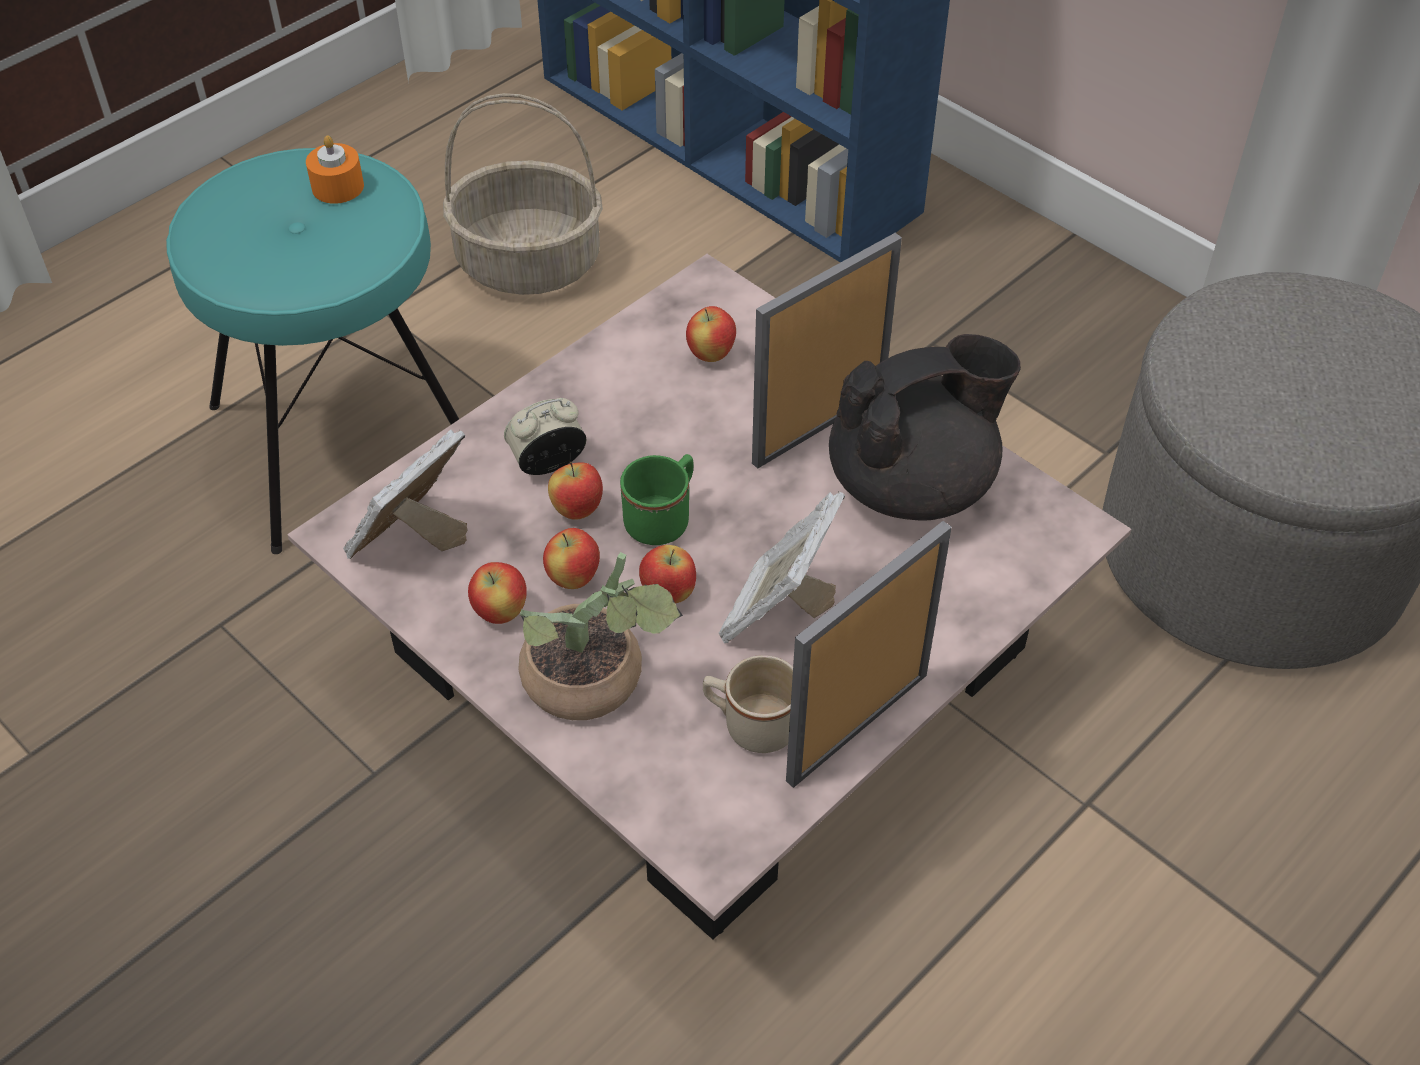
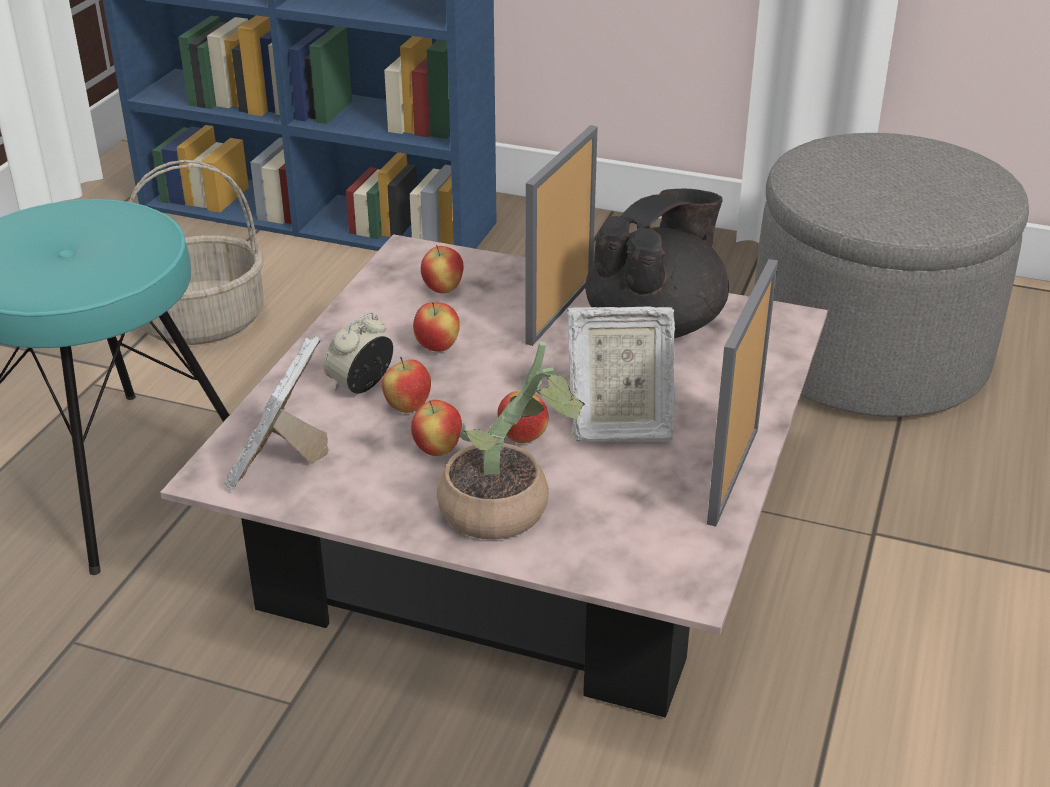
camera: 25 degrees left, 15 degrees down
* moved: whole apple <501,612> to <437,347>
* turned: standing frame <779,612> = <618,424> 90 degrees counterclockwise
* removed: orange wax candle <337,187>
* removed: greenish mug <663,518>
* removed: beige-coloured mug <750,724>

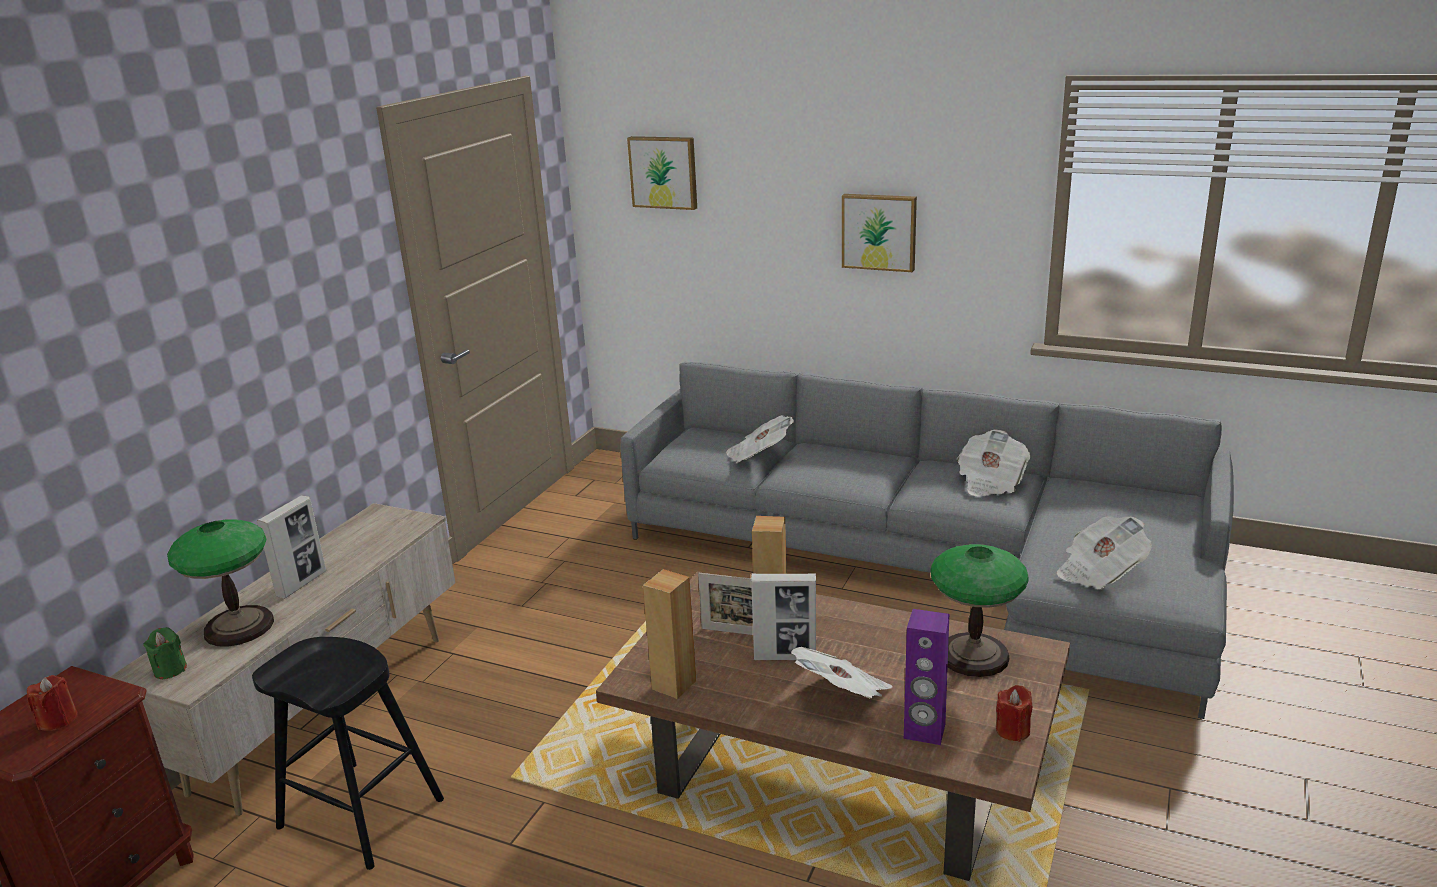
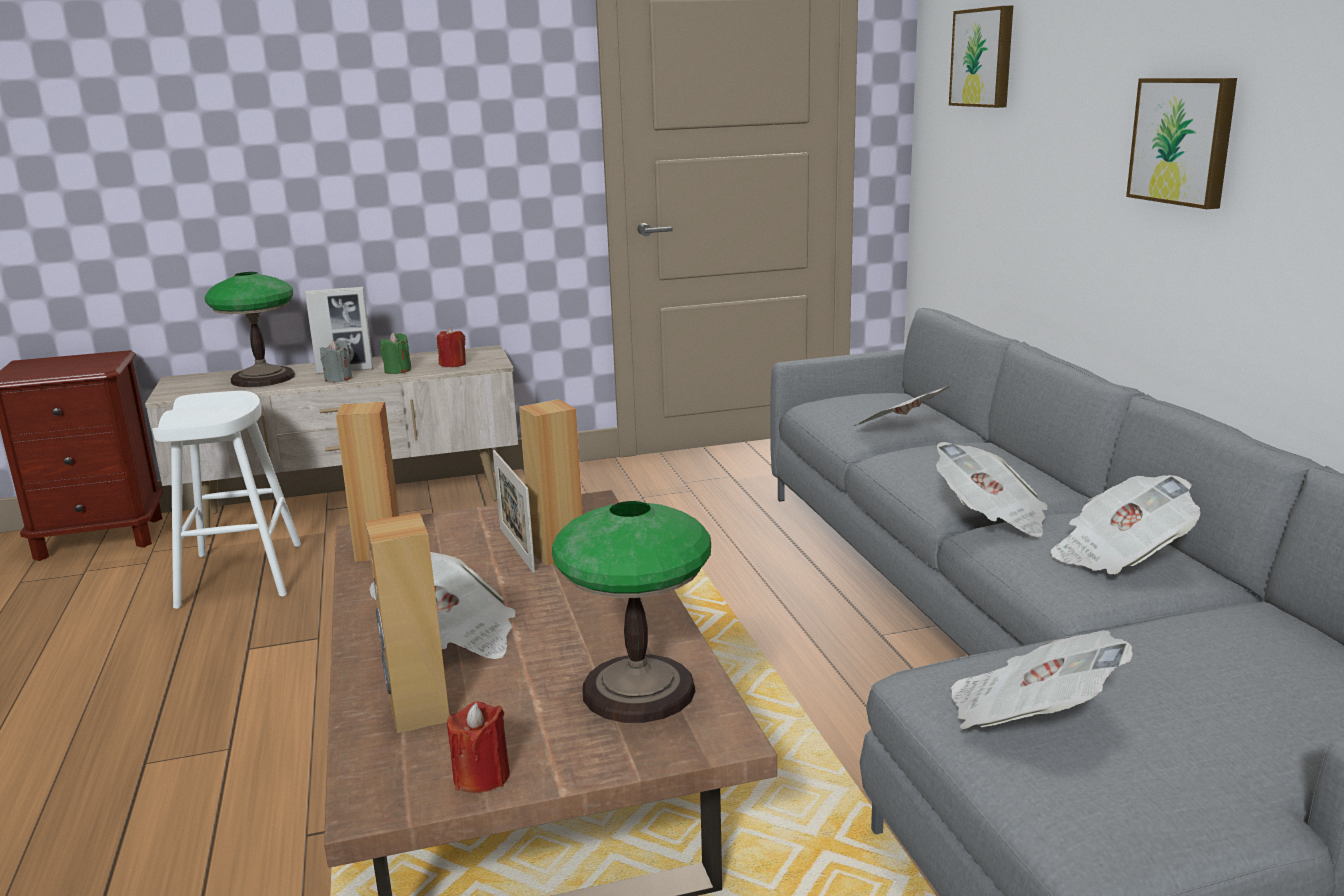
camera: 50 degrees right, 5 degrees down
* recoloured: black stool seat <360,813> to white-coloured stool seat <241,574>
* added: grey wax candle <338,379>
* recoloured: purple audio speaker <924,731> to brown audio speaker <418,712>
* moved: greenish wax candle <170,670> to <397,371>
* moved: red-coloured wax candle <58,720> to <453,364>
* added: daily paper <991,518>
* removed: standing frame <785,657>

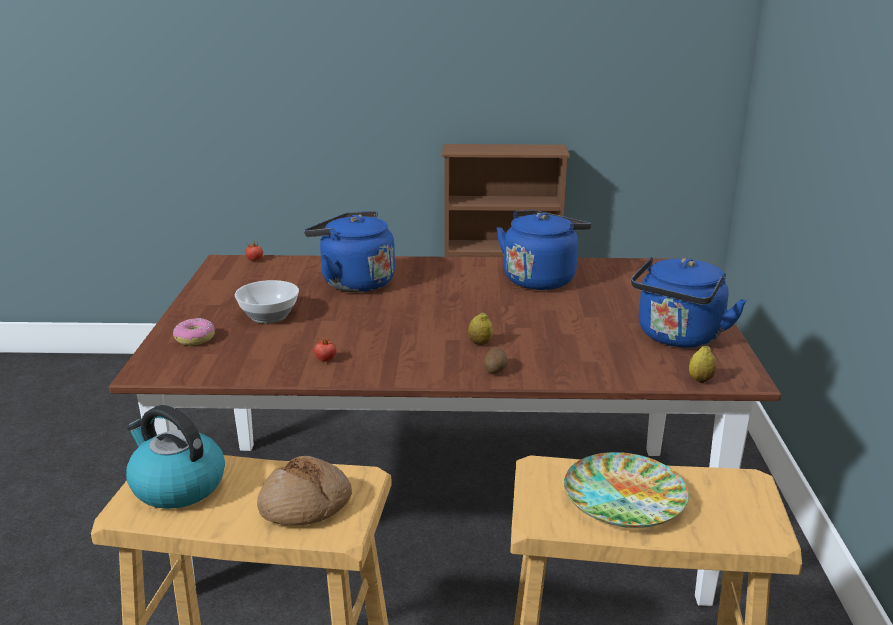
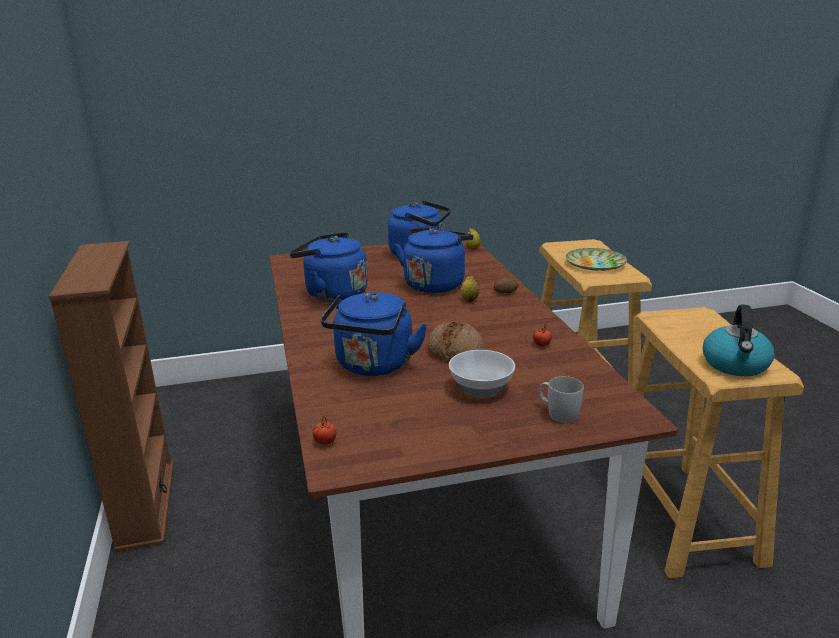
camera: 105 degrees left, 0 degrees up
* added: blue-coloured kettle <435,284>
* moved: baked bread <305,505> to <455,351>
* replaced: doughnut <195,338> to white-coloured mug <557,413>

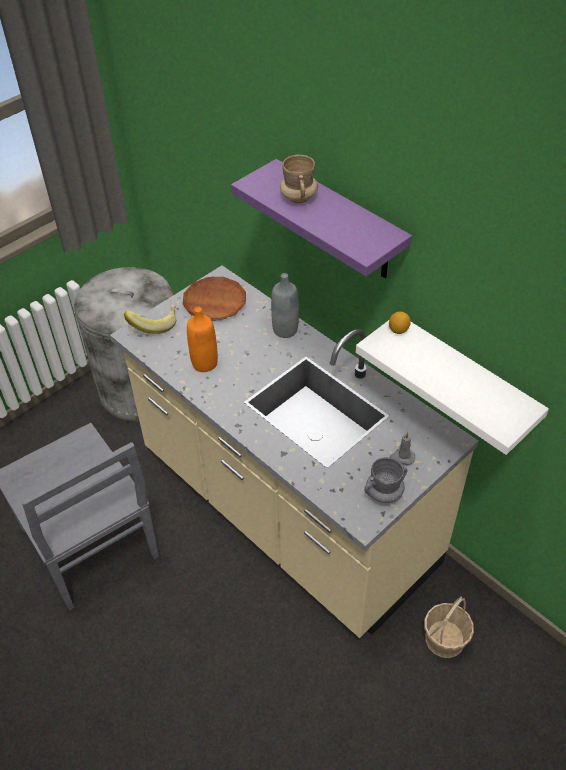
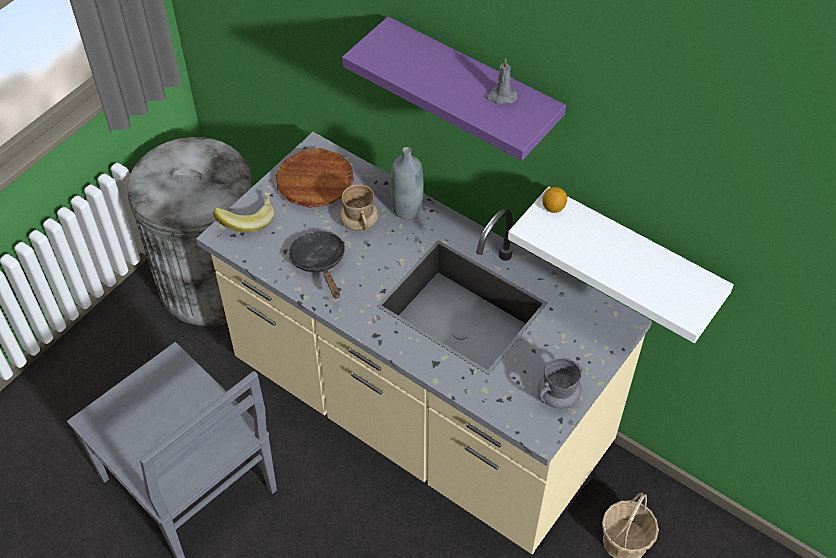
camera: 10 degrees left, 5 degrees up
* replaced: orange beverage bottle <204,363> to black pan <320,262>
* moved: beige-coloured mug <299,198> to <360,223>
* moved: grey wax candle <402,457> to <501,96>

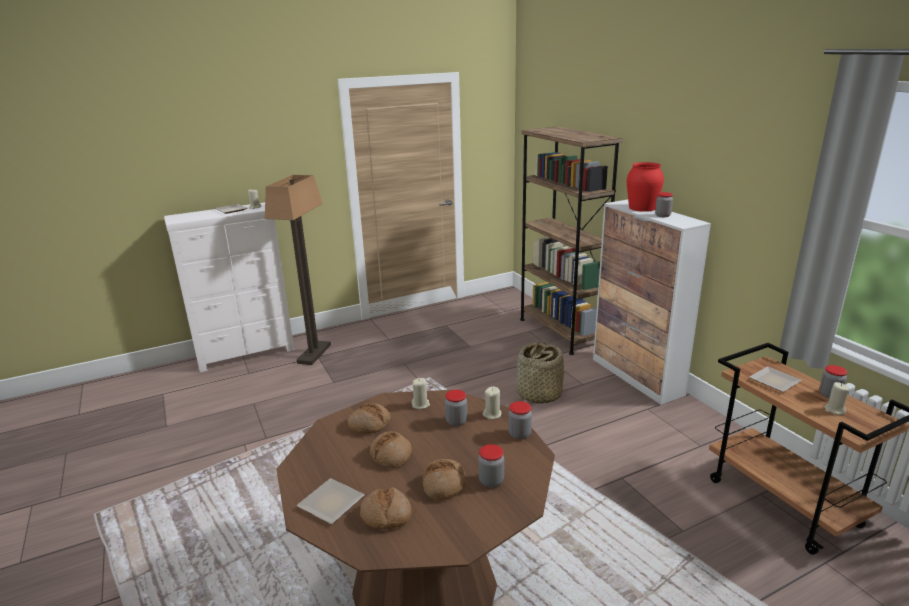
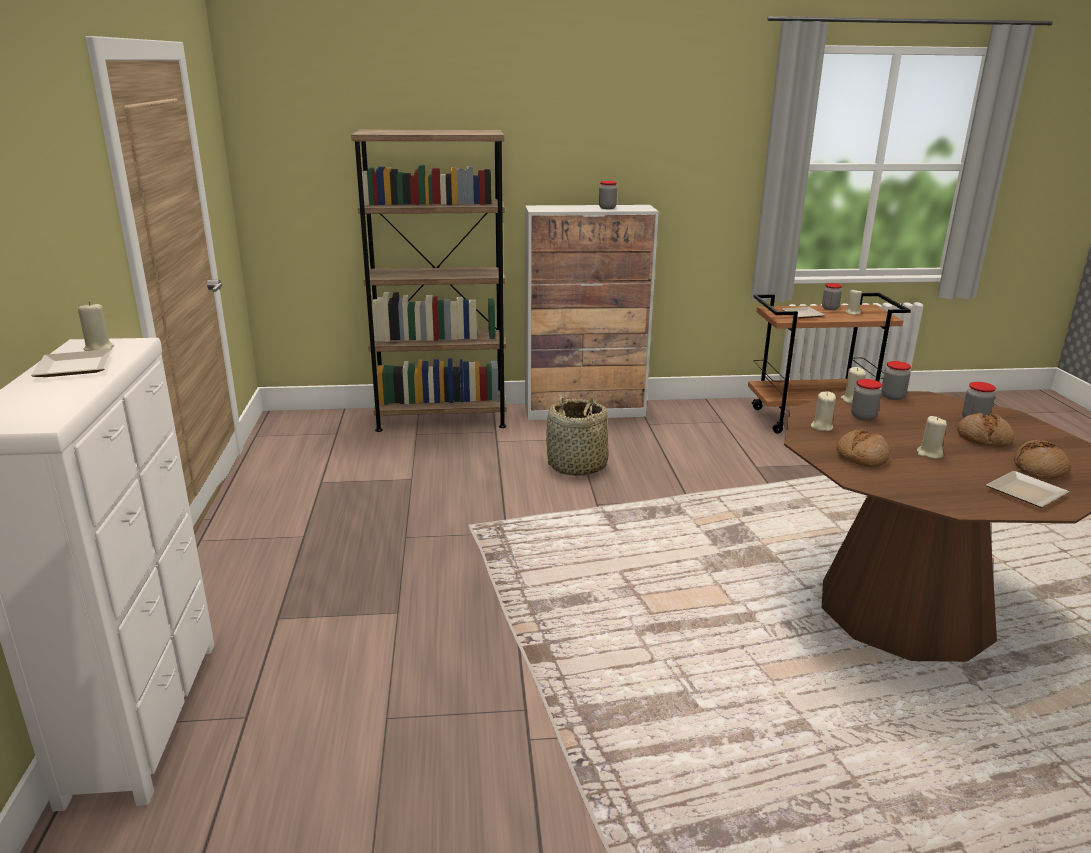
camera: 70 degrees left, 0 degrees up
* replaced: baked bread <391,455> to beige-coloured wax candle <929,454>
* removed: floor lamp <314,354>
* removed: red-coloured vase <642,208>

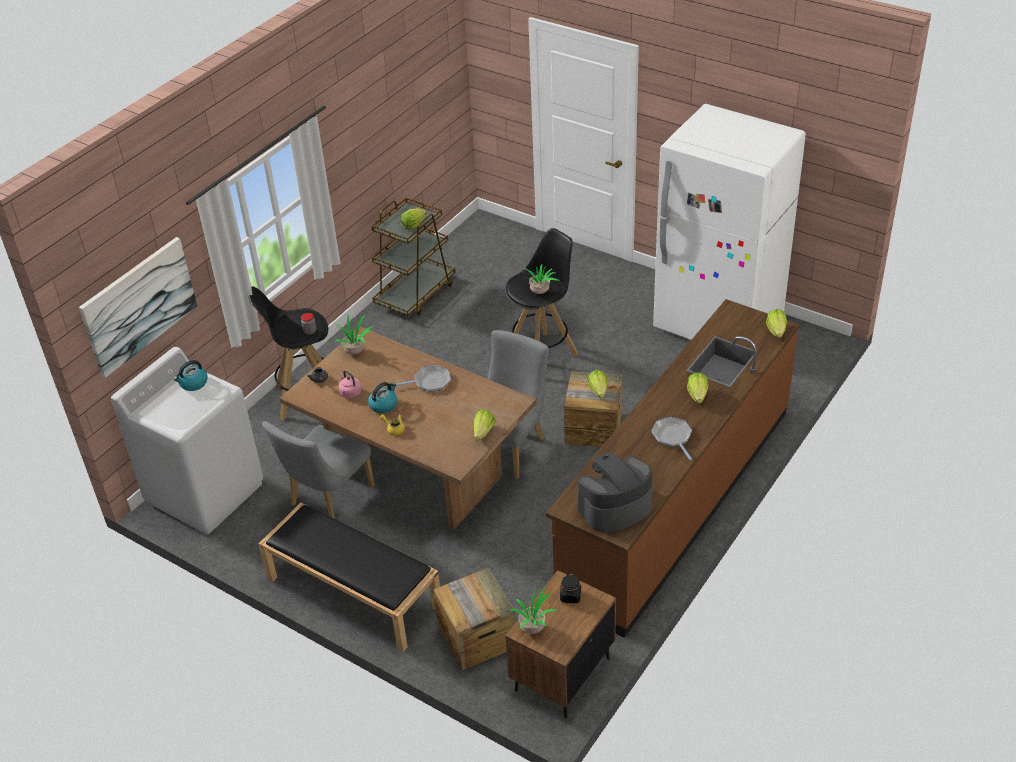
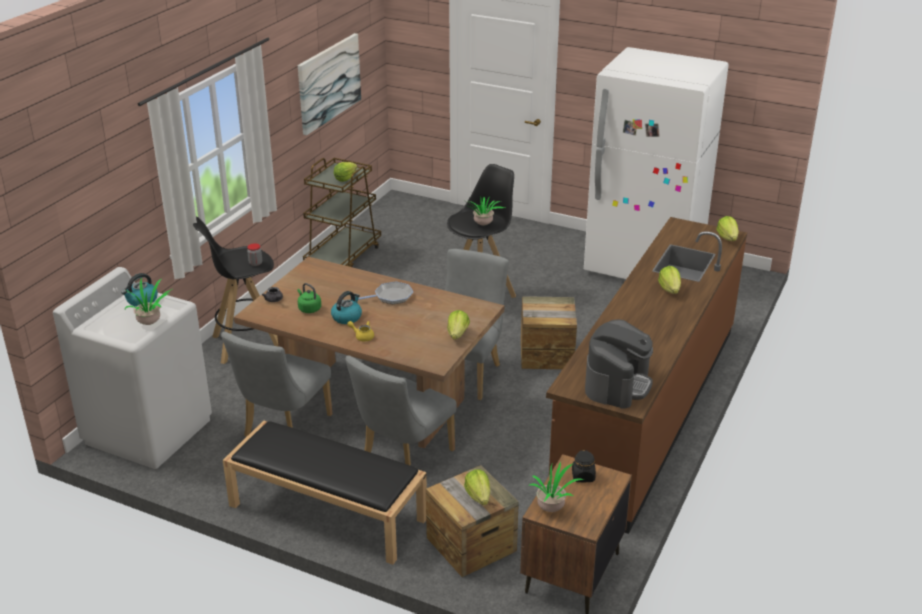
camera: 10 degrees left, 10 degrees down
* moved: plant in a pot <355,351> to <150,322>
* recoloured: pinkish kettle <350,392> to greenish kettle <309,309>
* moved: wall art <139,305> to <329,82>
* added: grey chair <402,460>
* moved: lettuce <598,391> to <478,496>
* turned: coffee maker <614,507> = <617,384> 150 degrees clockwise
* removed: pan <672,437>

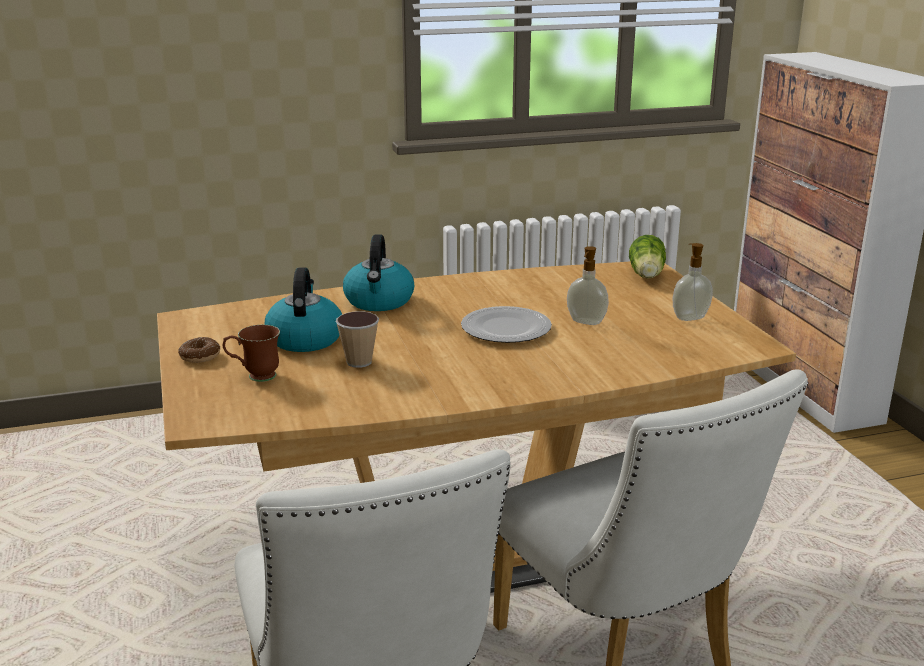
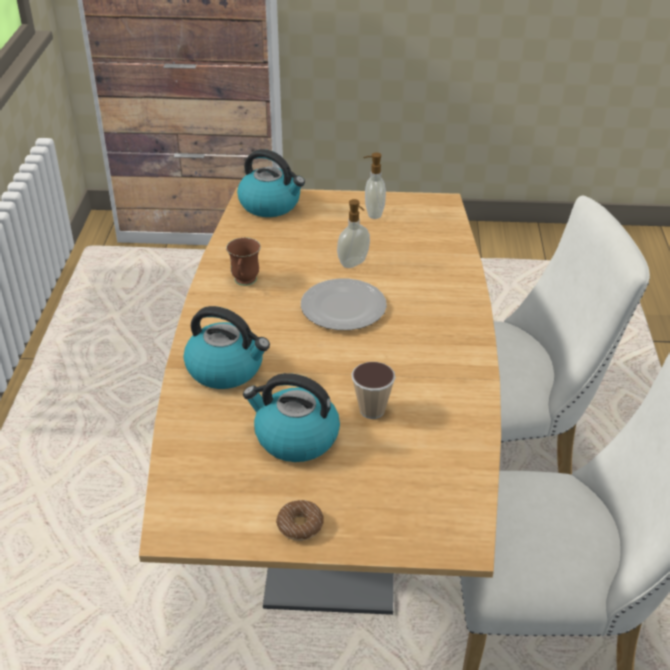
camera: 70 degrees left, 15 degrees up
* moved: brown mug <254,377> to <244,283>
* replaced: lettuce <646,275> to kettle <271,205>

